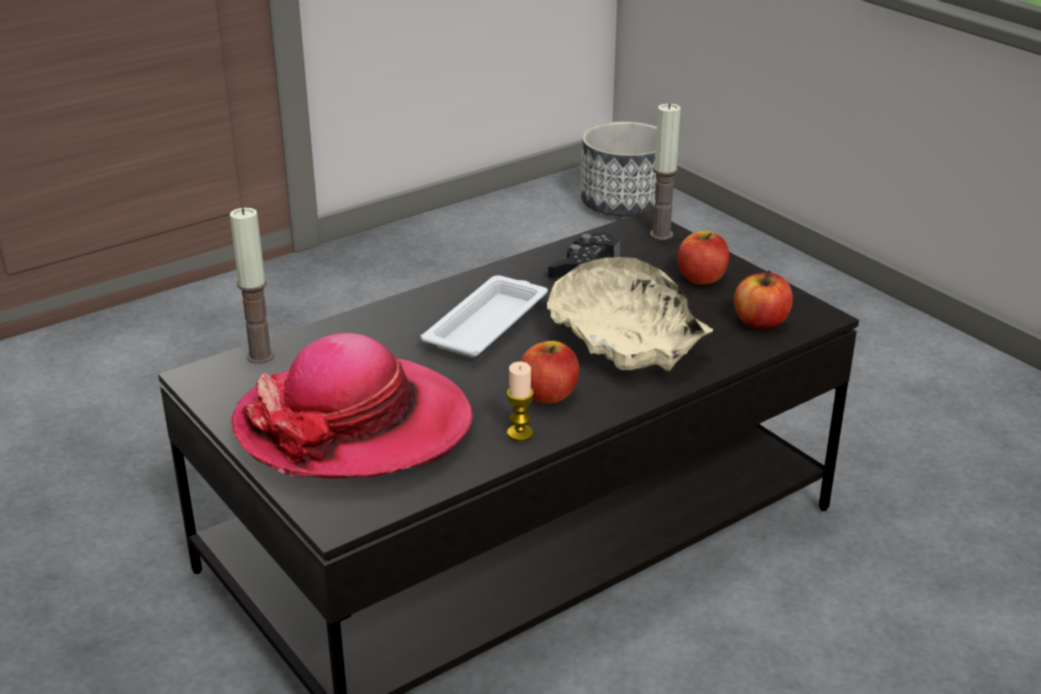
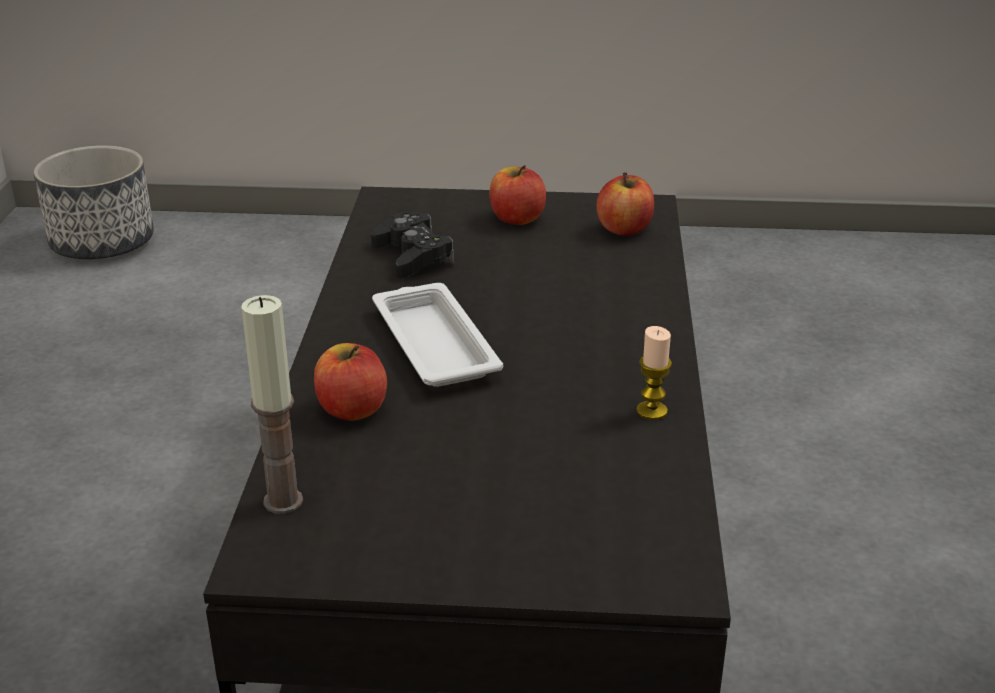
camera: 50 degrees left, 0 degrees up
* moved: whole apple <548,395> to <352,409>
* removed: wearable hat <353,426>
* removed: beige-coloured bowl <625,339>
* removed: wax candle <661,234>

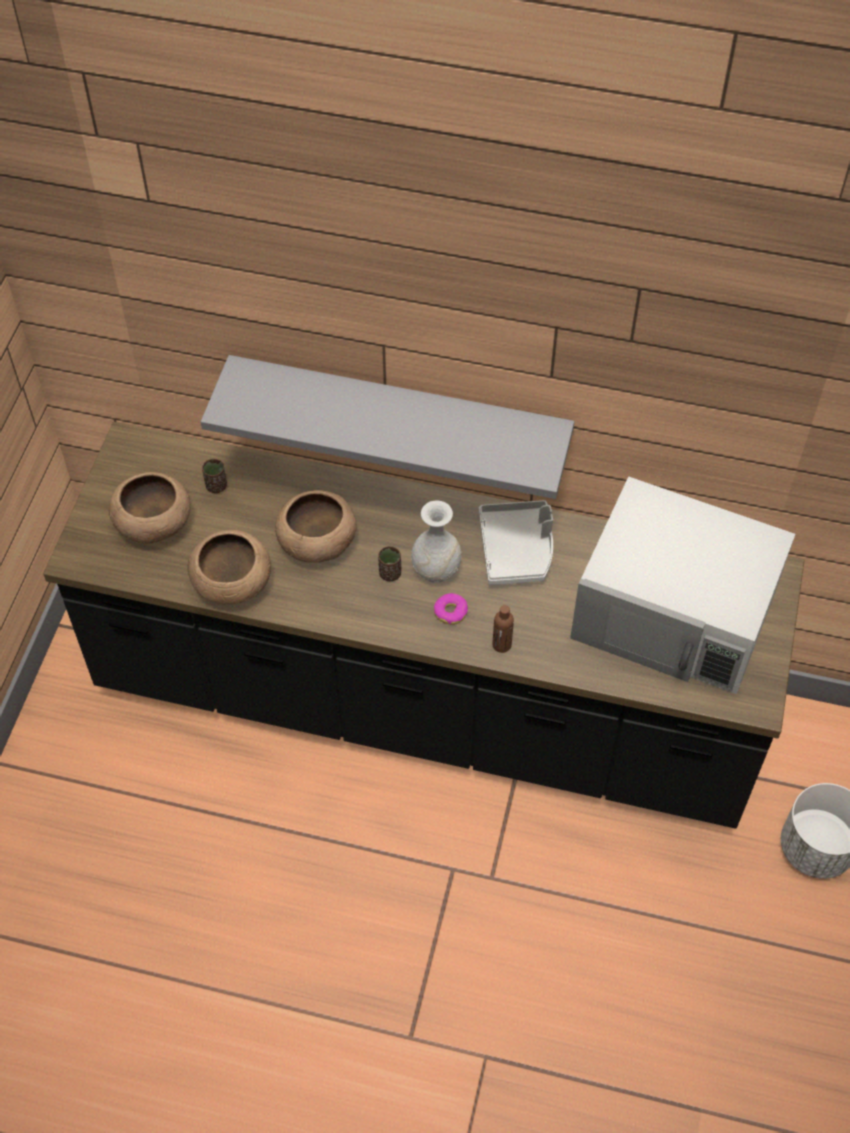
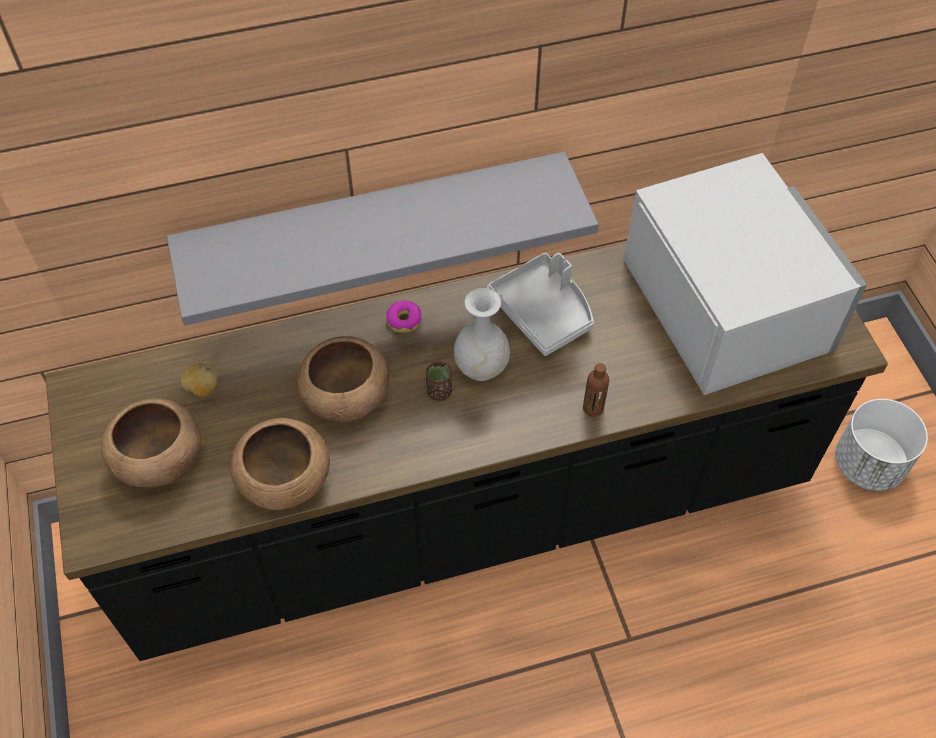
camera: 30 degrees left, 0 degrees up
* replaced: brown small cup <216,486> to potato <203,388>
* moved: doughnut <451,612> to <404,320>
* turned: white-coloured microwave <675,614> = <724,302> 105 degrees counterclockwise

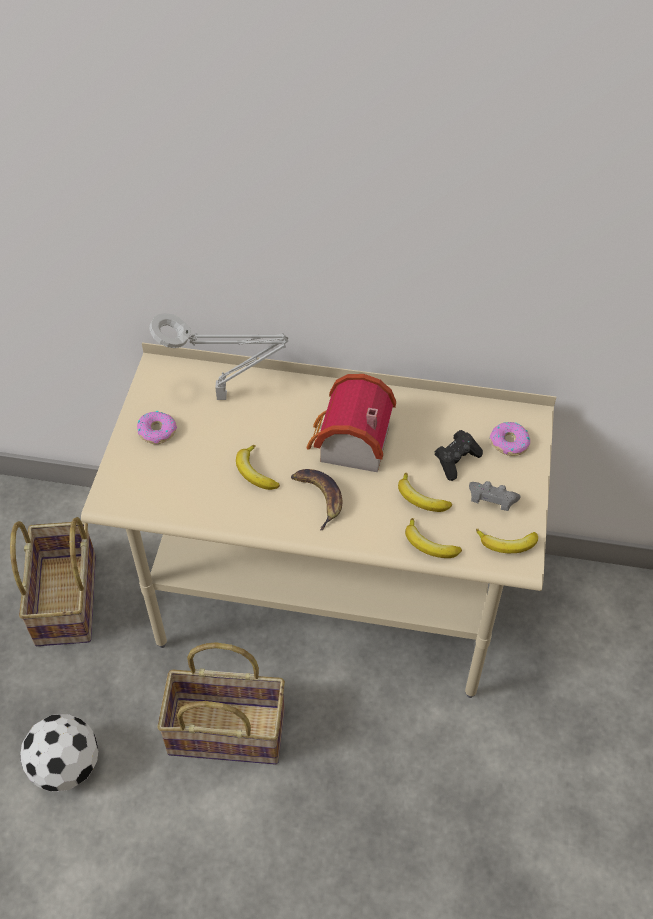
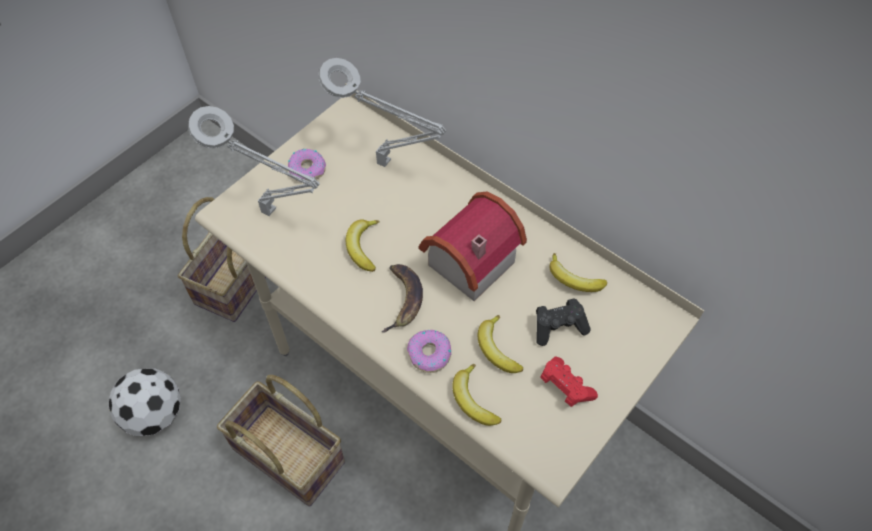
camera: 30 degrees right, 5 degrees up
* added: grey lamp for a table <273,213>
* moved: doughnut <509,443> to <429,354>
* recoloured: grey game controller <491,502> to red-coloured game controller <565,387>
* moved: whole banana <507,545> to <573,279>

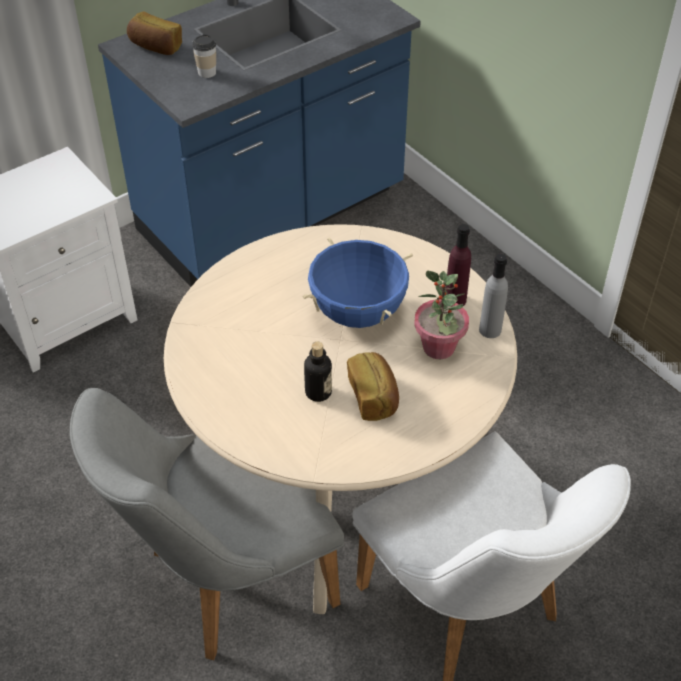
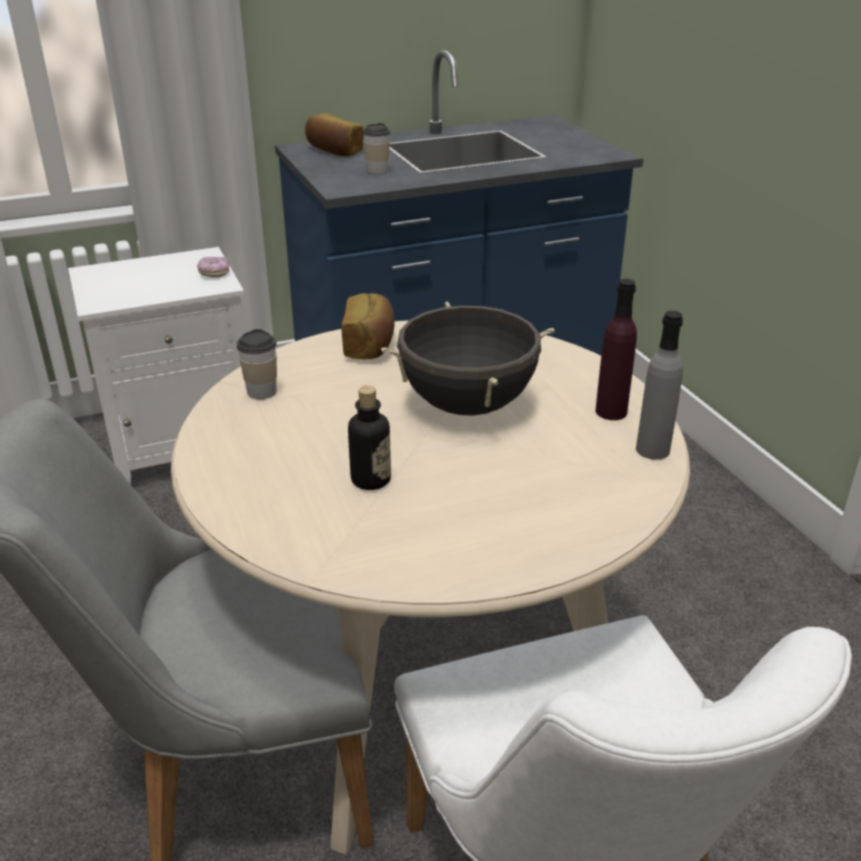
camera: 15 degrees right, 15 degrees down
* added: doughnut <214,274>
* added: small cup <261,392>
* moved: baked bread <373,397> to <370,345>
* recoloured: blue-coloured saucepot <358,313> to black saucepot <467,405>
* removed: plant in a pot <439,348>

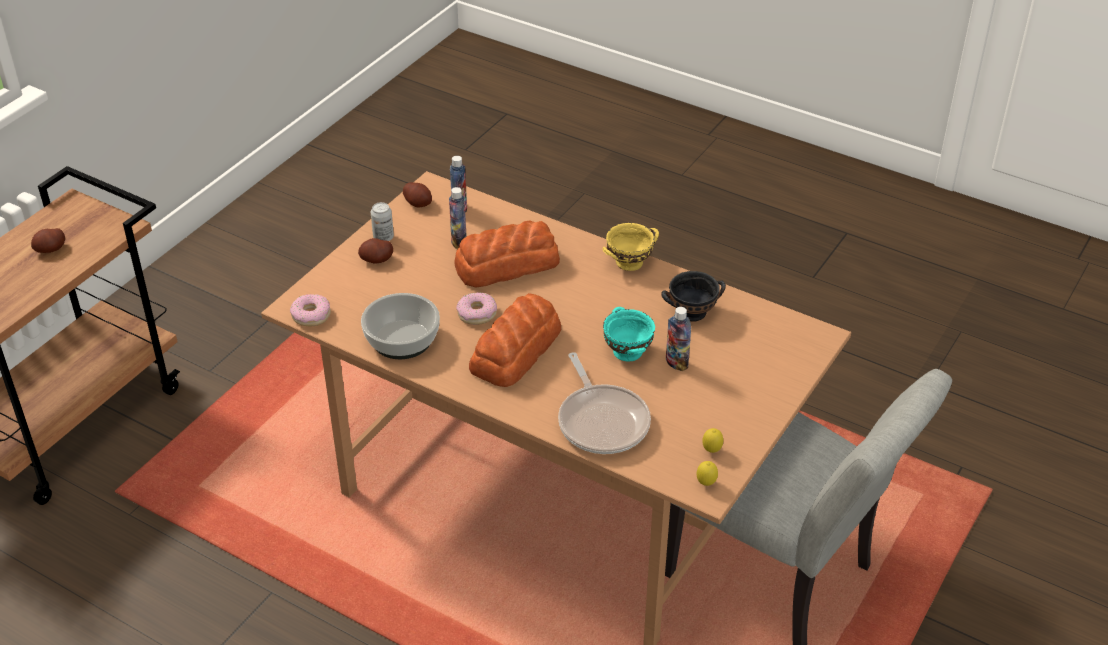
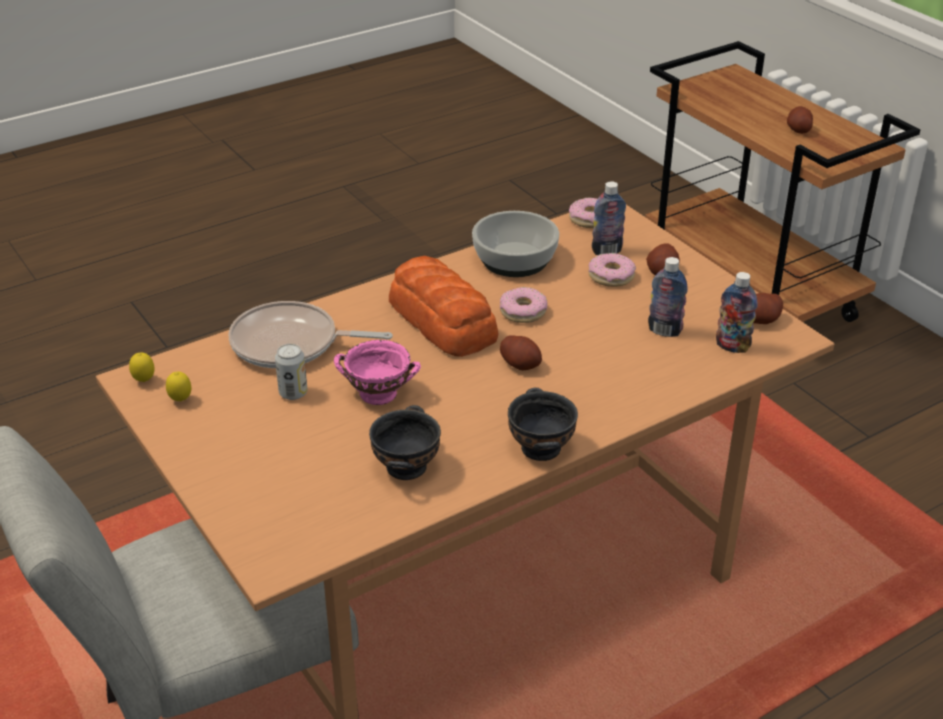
camera: 115 degrees right, 5 degrees down
* moved: sealed can <383,238> to <293,393>
* recoloured: blue-green bowl <627,352> to pinkish bowl <377,393>
* added: potato <520,364>
* recoloured: yellow-coloured bowl <630,262> to black bowl <540,449>
* added: doughnut <611,276>
* moved: beverage bottle <676,363> to <606,251>
* removed: baked bread <505,264>

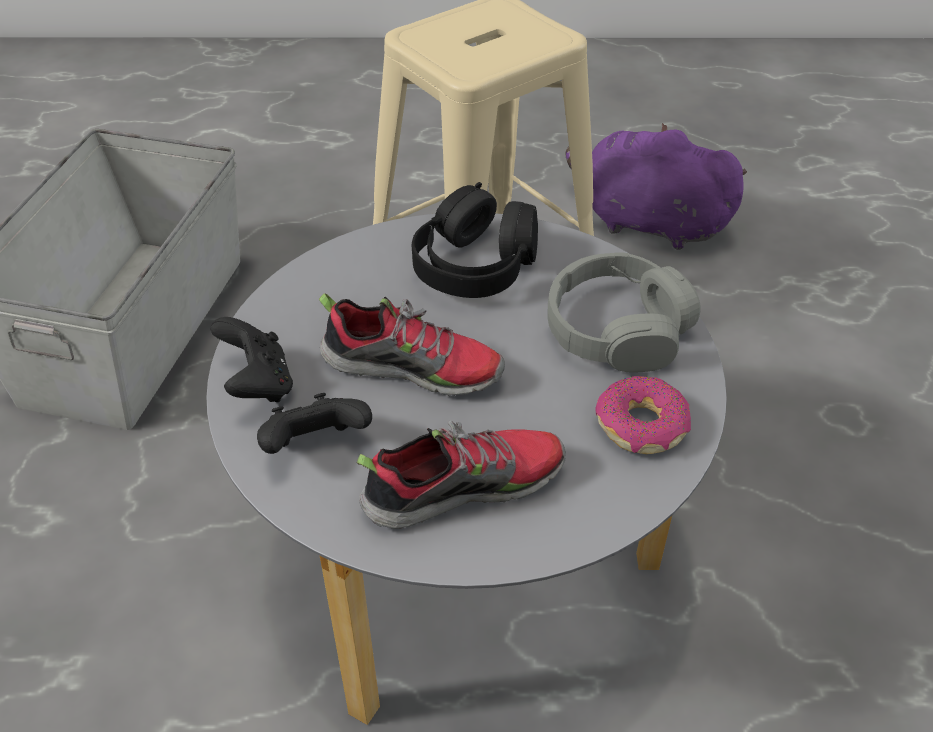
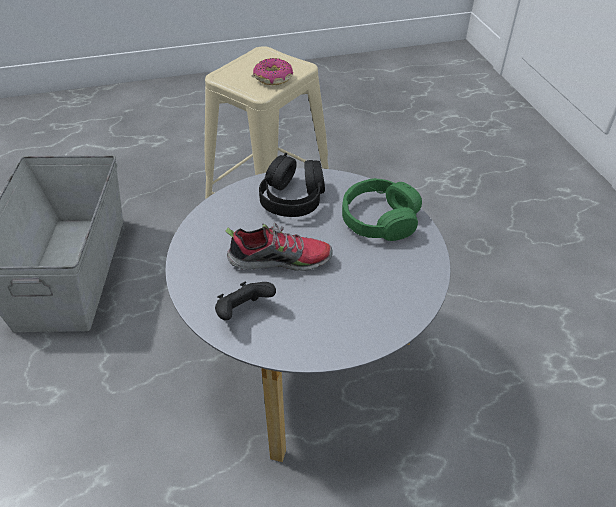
camera: 15 degrees left, 0 degrees up
* moved: doughnut <641,427> to <273,78>
* recoloured: grey pair of headphones <617,329> to greenish pair of headphones <379,219>
* removed: black game controller <258,384>
* removed: low shoe <463,486>
* removed: purple cuddly toy <646,222>

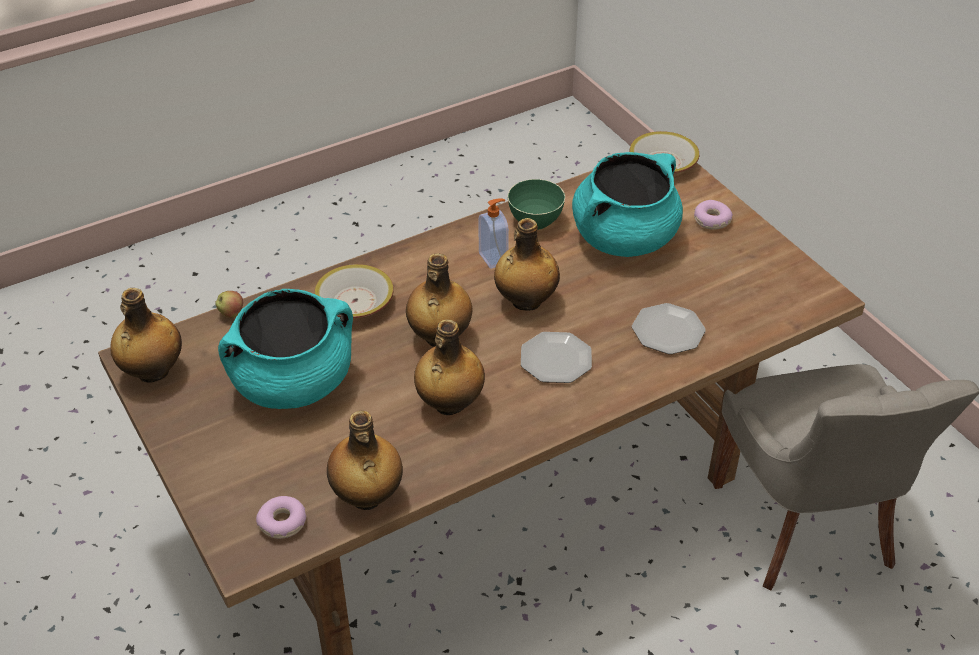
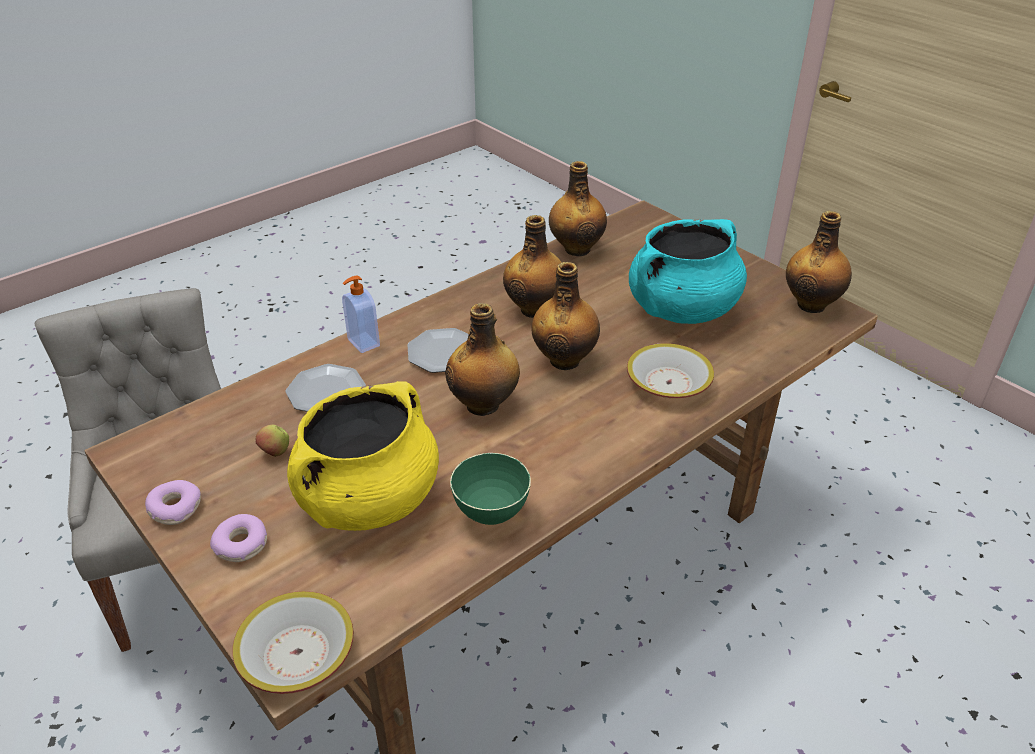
camera: 170 degrees right, 5 degrees down
* moved: doughnut <283,523> to <175,508>
* moved: whole apple <231,314> to <275,452>
* recoloured: blue-green saucepot <624,238> to yellow-coloured saucepot <368,500>
* moved: soap bottle <494,258> to <362,343>

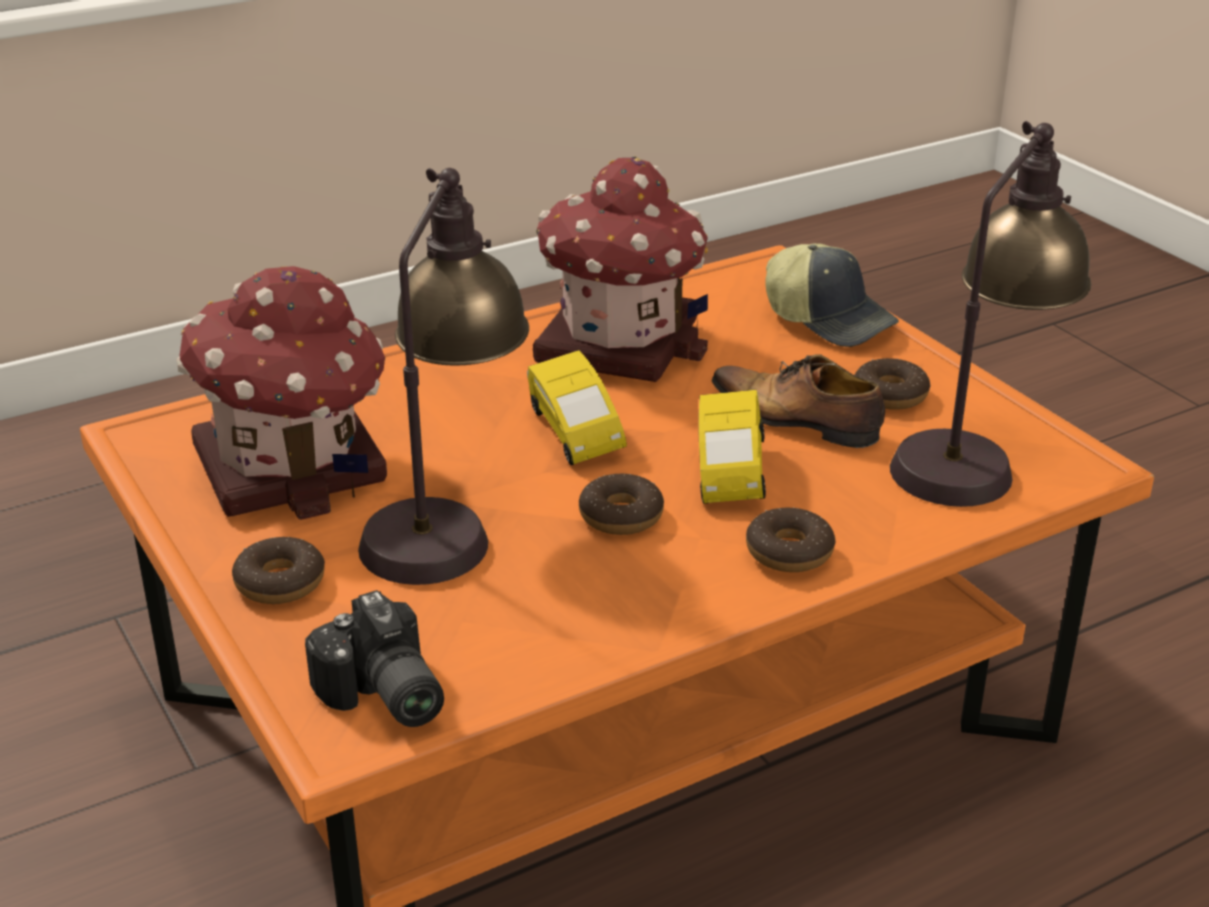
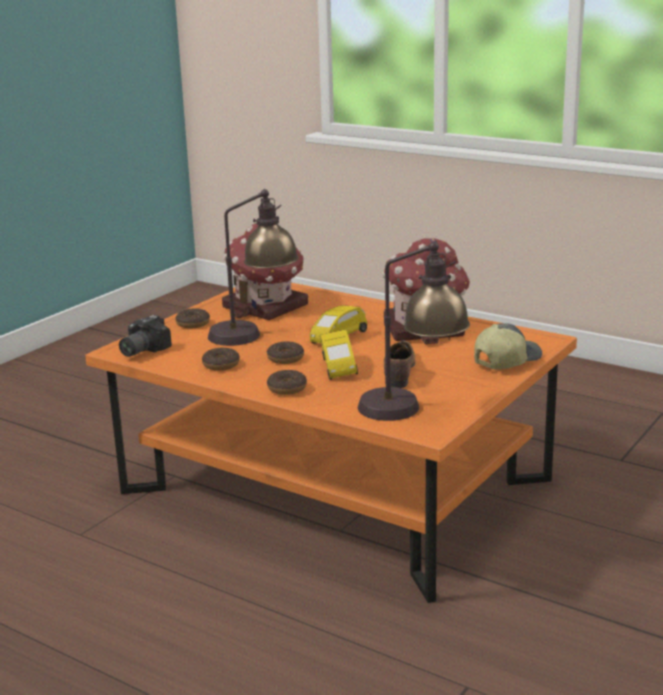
camera: 65 degrees right, 10 degrees down
* moved: doughnut <890,395> to <221,365>
* turned: yellow-coloured model car <728,474> = <337,369> 75 degrees counterclockwise
* turned: baseball cap <830,319> = <506,360> 150 degrees counterclockwise

